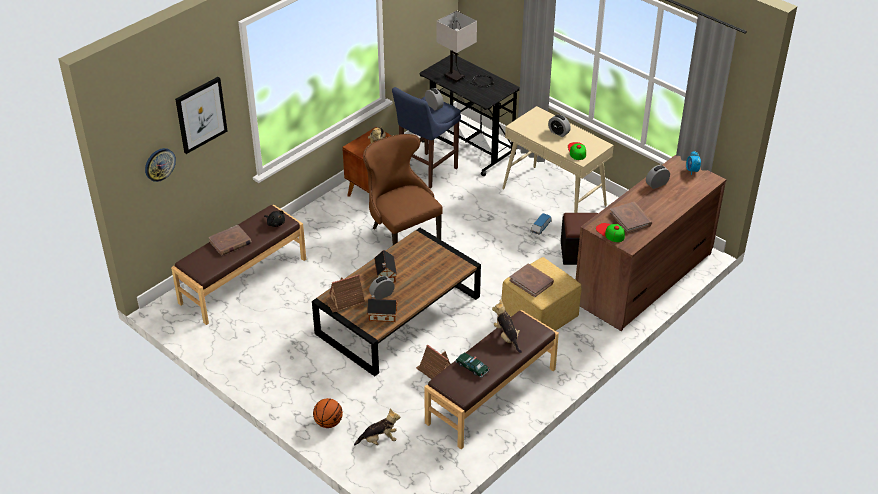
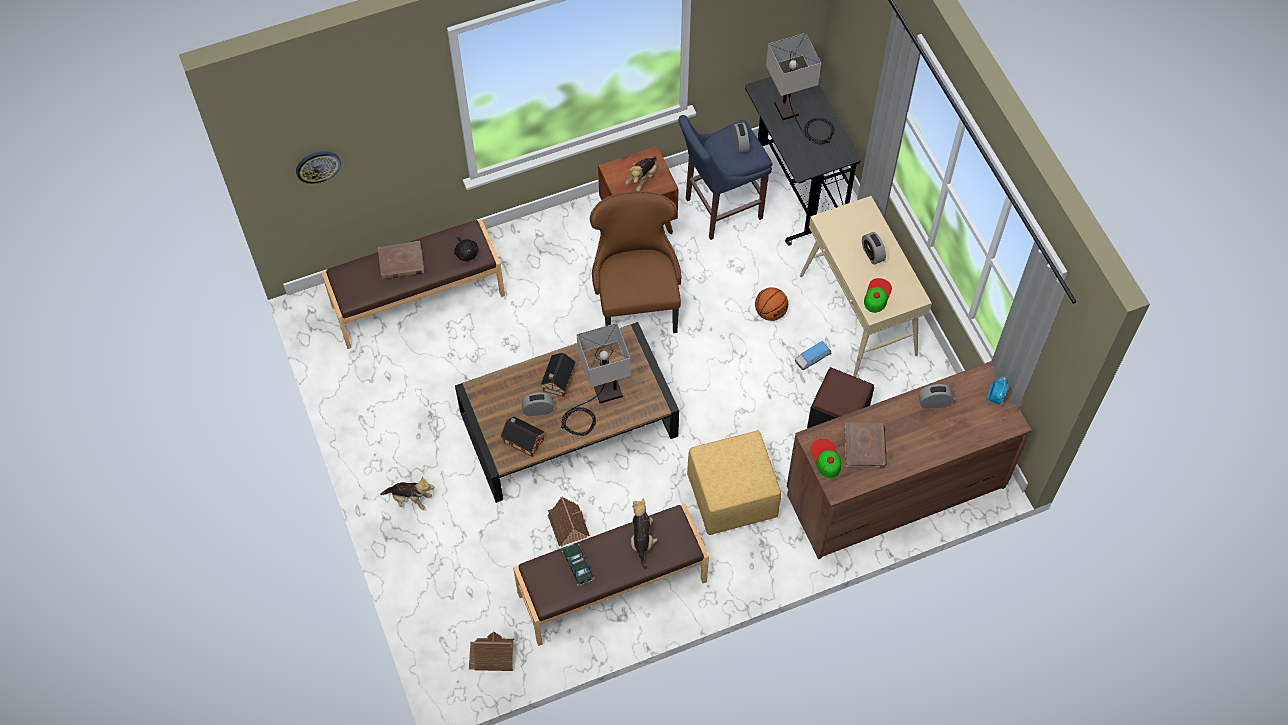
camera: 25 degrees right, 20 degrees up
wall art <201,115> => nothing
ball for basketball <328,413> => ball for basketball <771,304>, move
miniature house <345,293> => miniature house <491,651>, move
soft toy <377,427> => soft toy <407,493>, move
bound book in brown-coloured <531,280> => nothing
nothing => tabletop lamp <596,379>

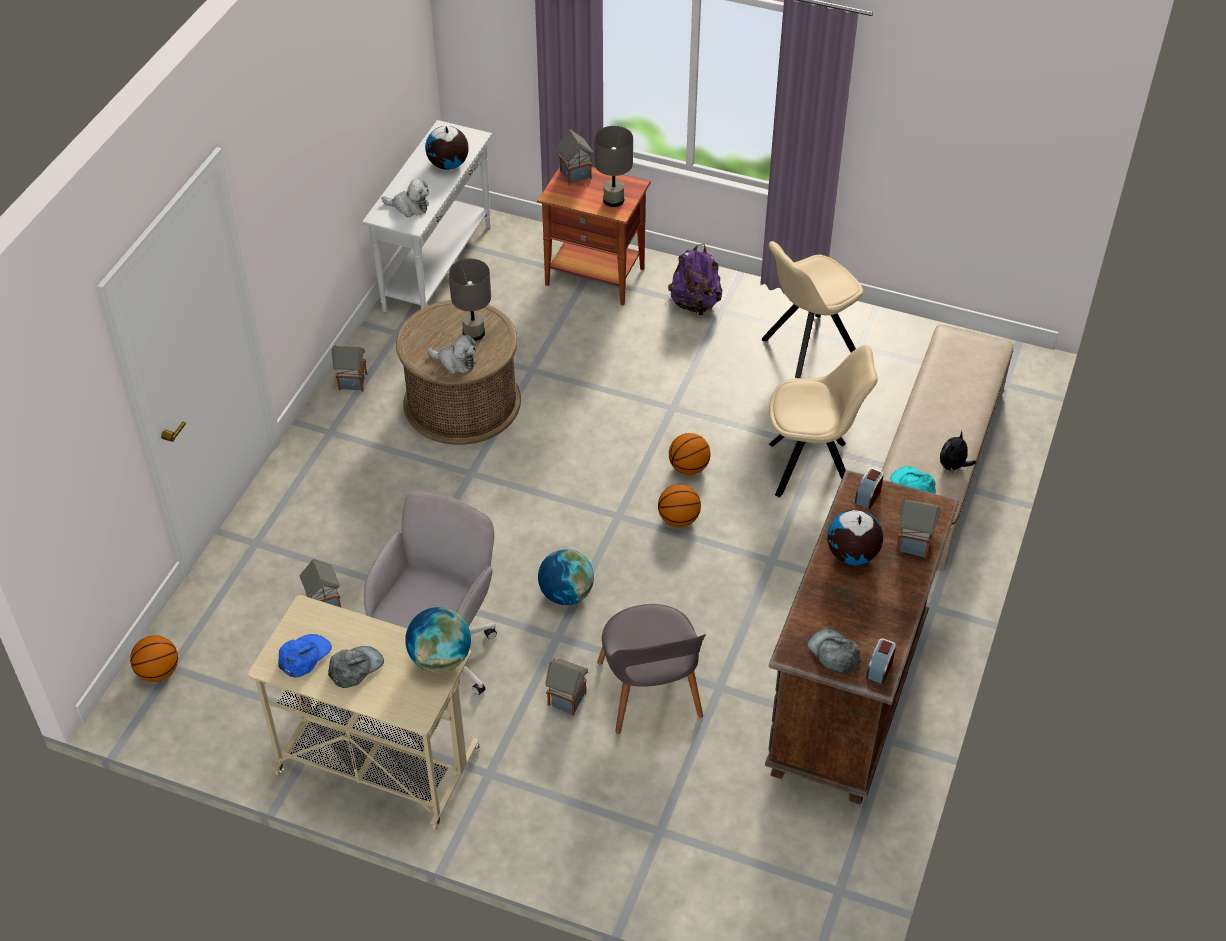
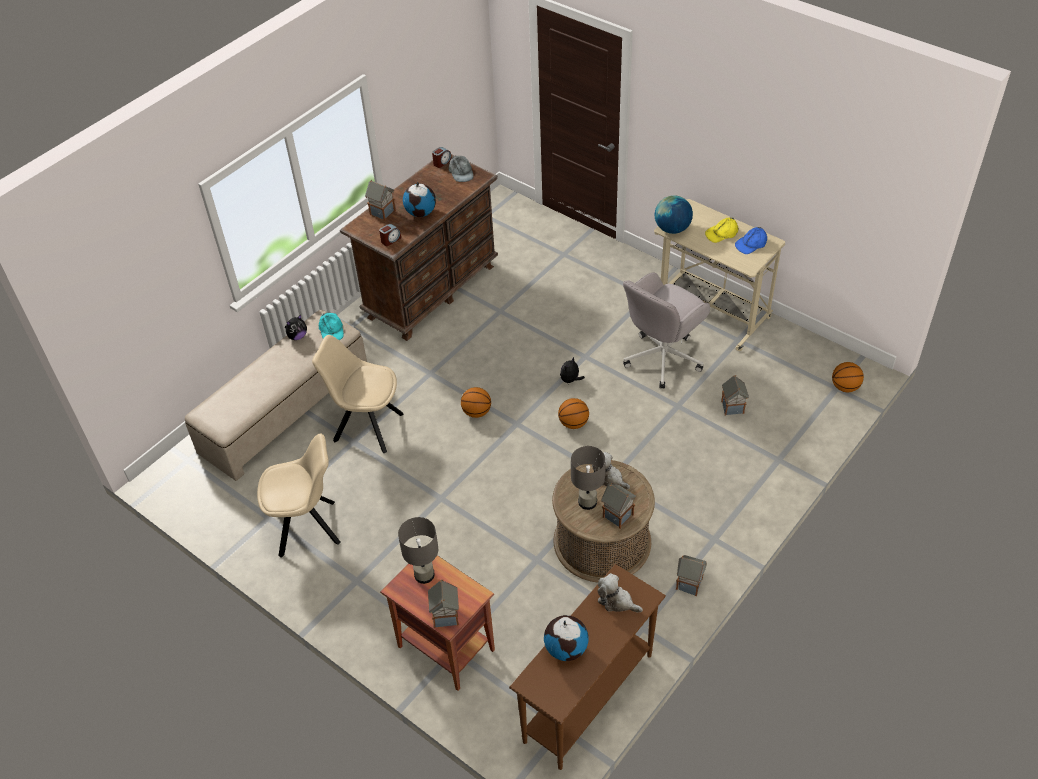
camera: 160 degrees left, 0 degrees up
baseball cap in grey <356,667> => baseball cap in yellow-coloured <722,230>
narrow table in white-coloured <427,216> => narrow table in brown-coloured <587,667>
globe <566,577> => soft toy <572,370>
miniature house <566,687> => miniature house <618,506>, move
plain chair in grey <651,669> => nothing
rucksack in purple-coloured <695,279> => nothing
ball for basketball <690,454> => ball for basketball <573,413>, move

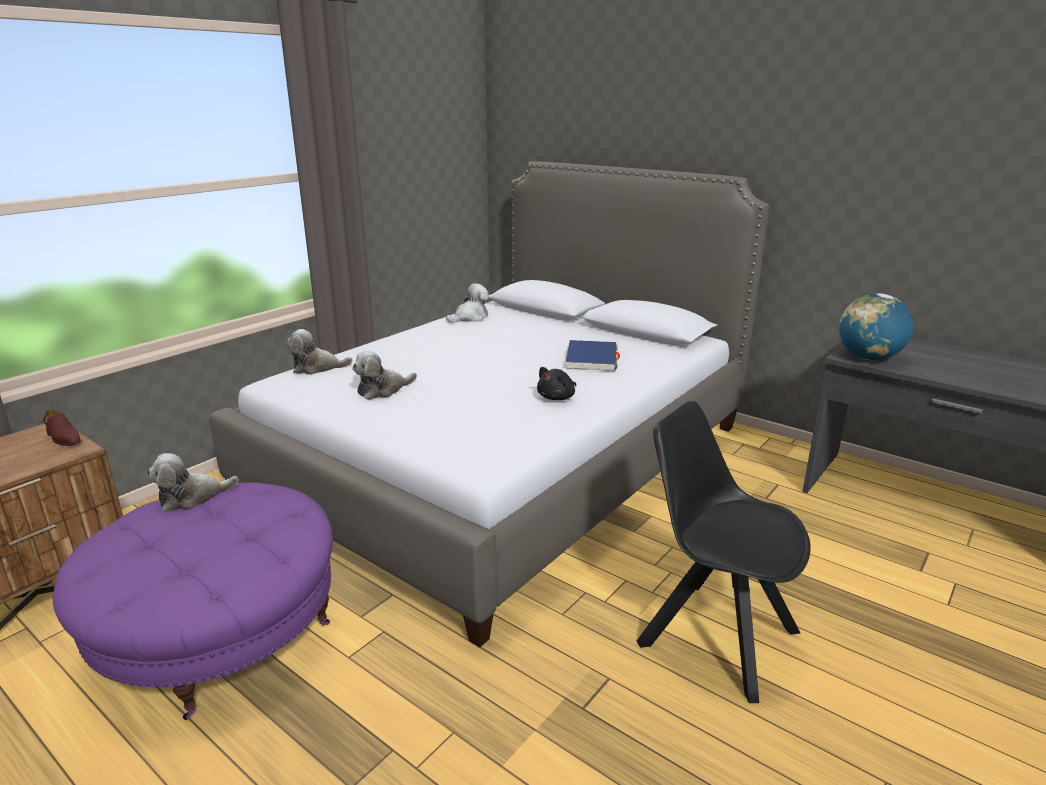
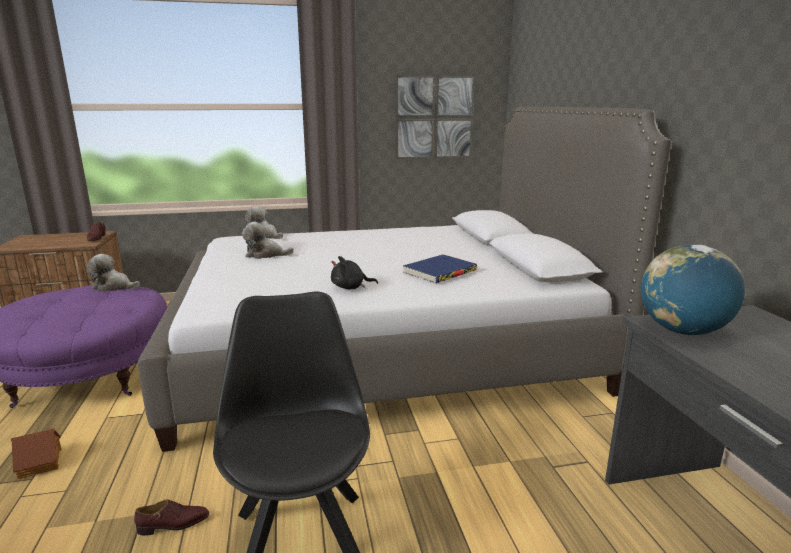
camera: 40 degrees right, 5 degrees down
soft toy <467,303> => nothing
nothing => miniature house <36,454>
nothing => low shoe in brown-coloured <171,517>
nothing => wall art <435,117>

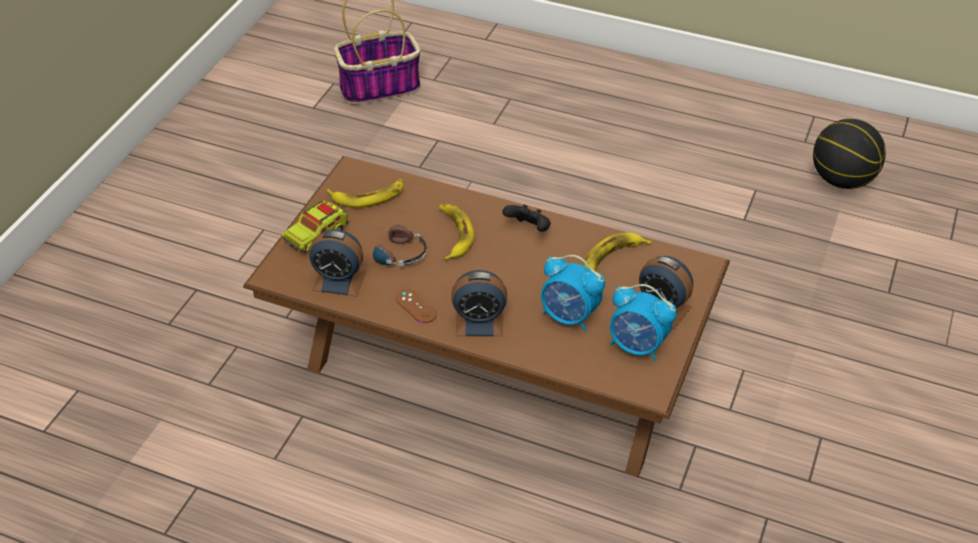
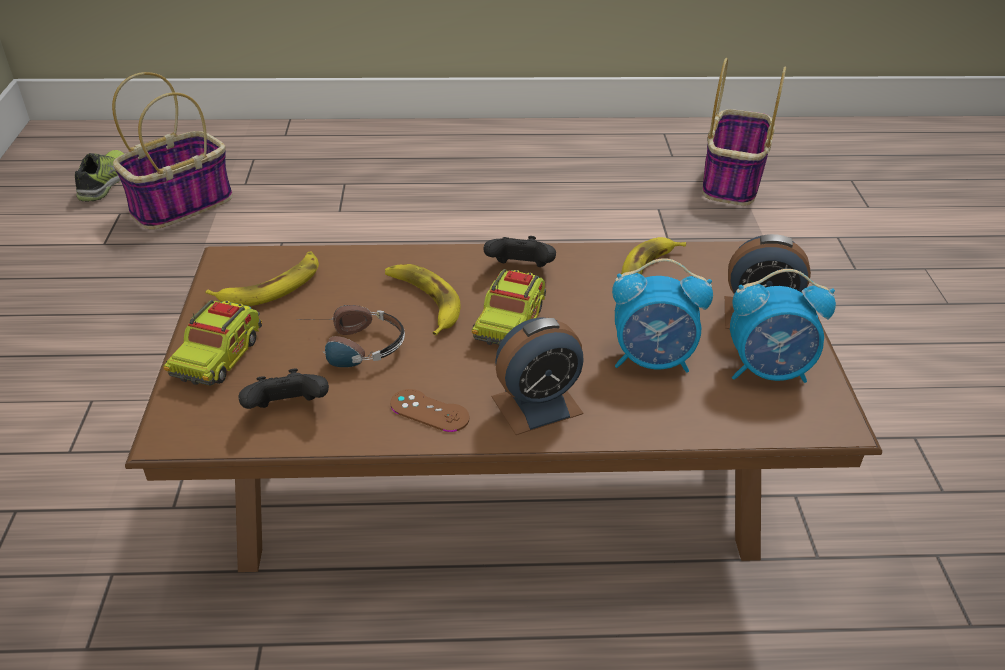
camera: 25 degrees left, 5 degrees down
bedside clock <337,263> => gamepad in black-coloured <284,389>
ball for basketball <849,154> => basket <744,132>
nothing => low shoe <99,176>
nothing => model truck <509,307>

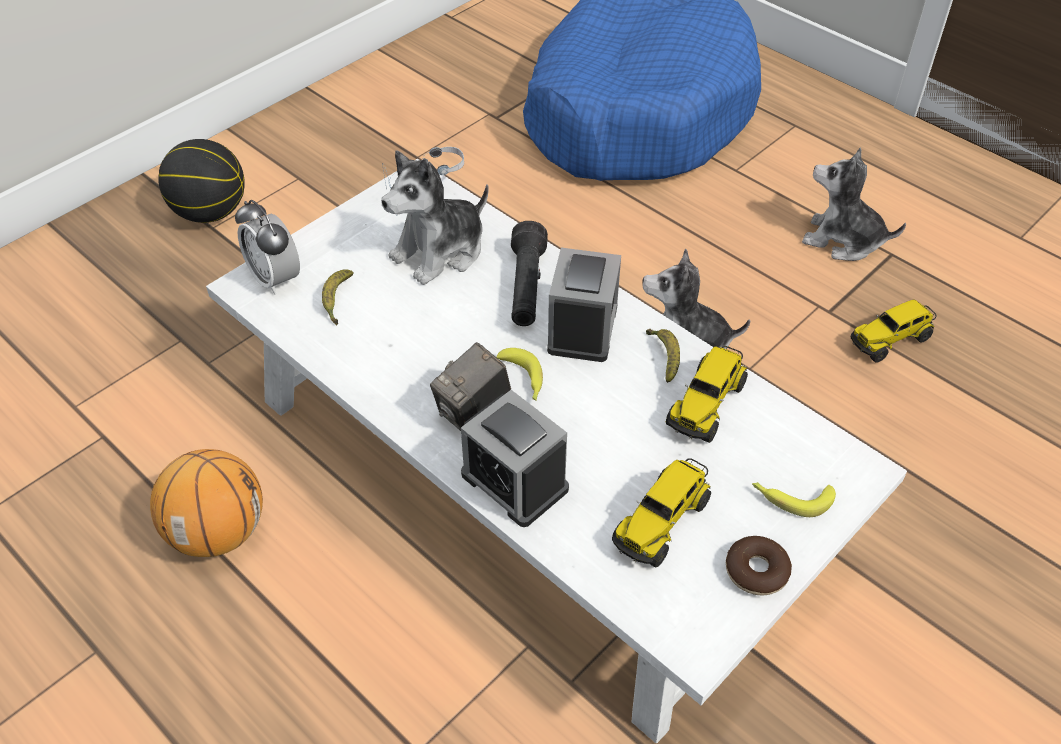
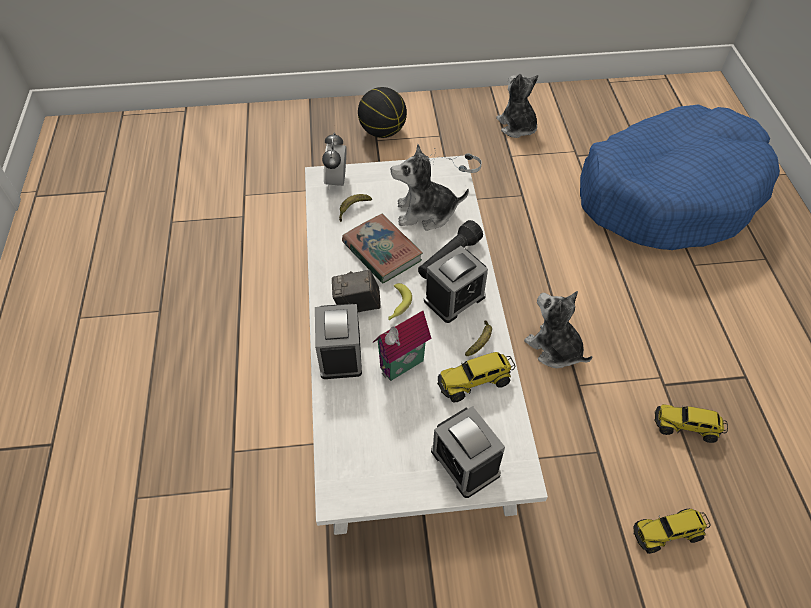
camera: 40 degrees right, 5 degrees up
ball for basketball <206,503> => nothing
model truck <661,512> => model truck <671,531>, move
donut <759,565> => nothing
banana fruit <794,499> => bedside clock <468,452>
soft toy <854,204> => soft toy <517,106>, move
nothing => bound book <382,248>
nothing => miniature house <402,346>

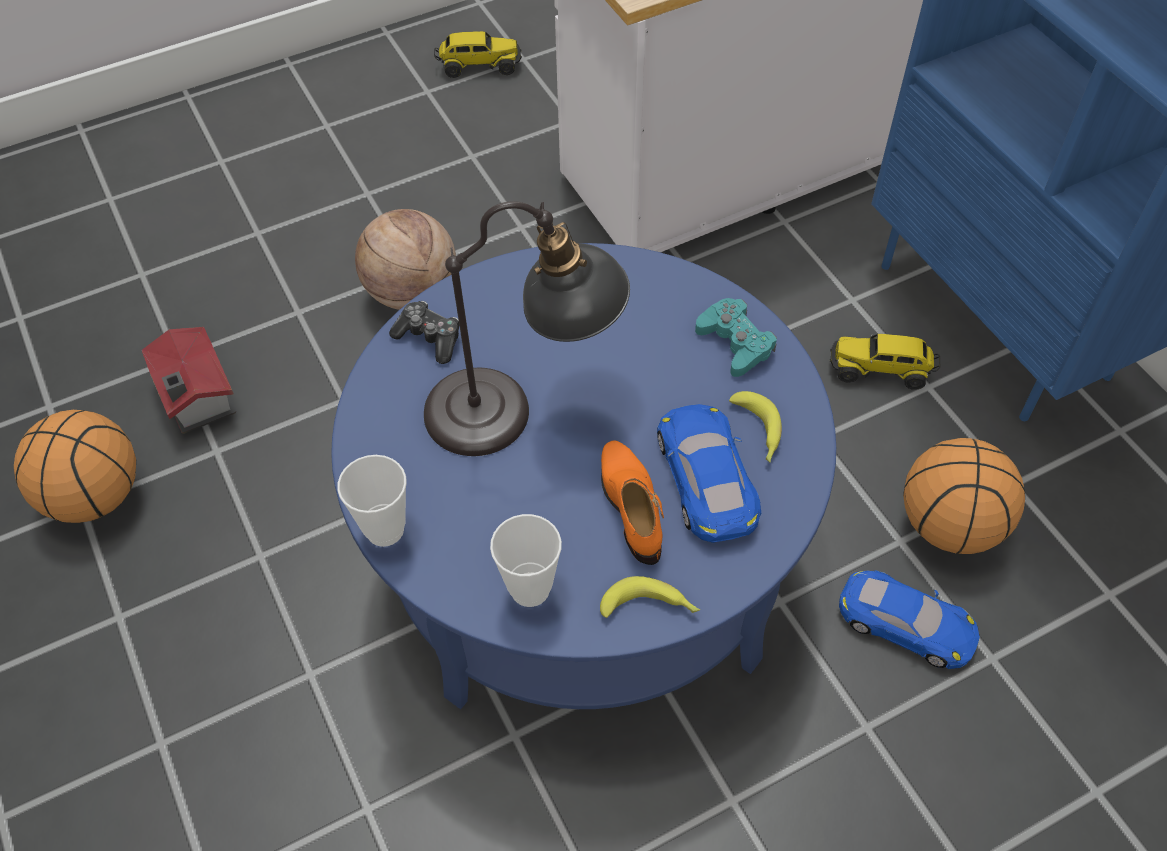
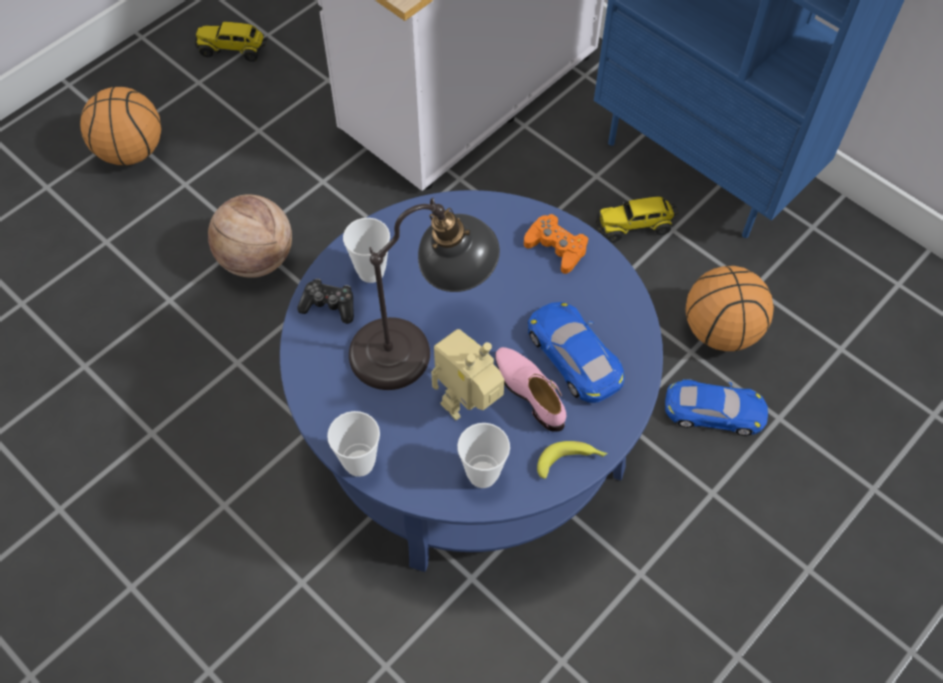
camera: 20 degrees left, 5 degrees up
ball for basketball <75,466> => ball for basketball <120,126>, move
miniature house <189,380> => nothing
model truck <478,54> => model truck <231,42>, 150 degrees counterclockwise
low shoe in orangey <632,502> => low shoe in pink-coloured <530,389>
gamepad in turquoise-coloured <736,337> => gamepad in orangey <556,244>
banana fruit <755,427> => nothing
nothing => small cup <366,250>
nothing => model robot <468,374>

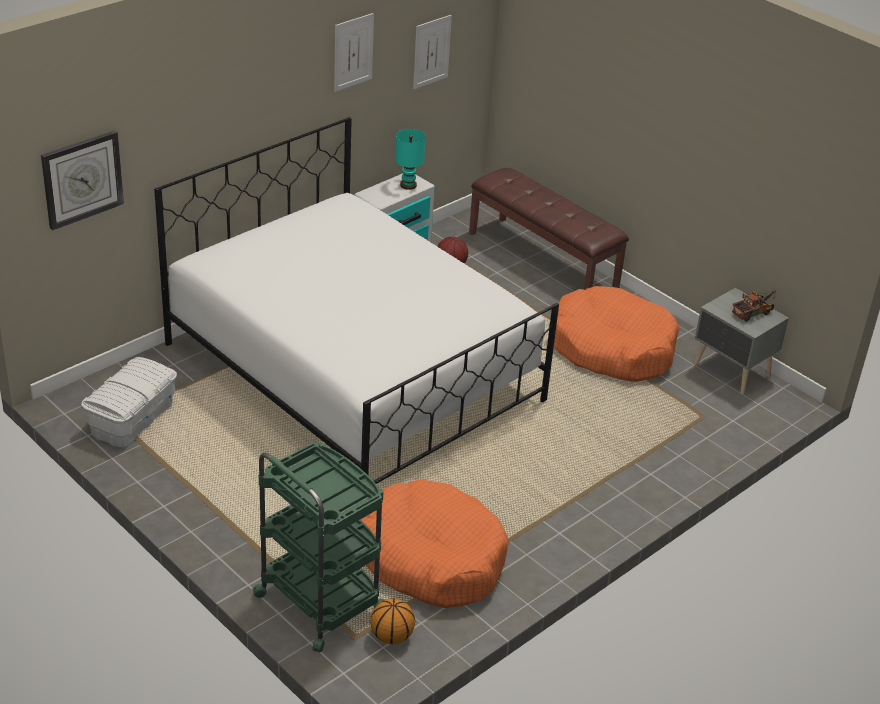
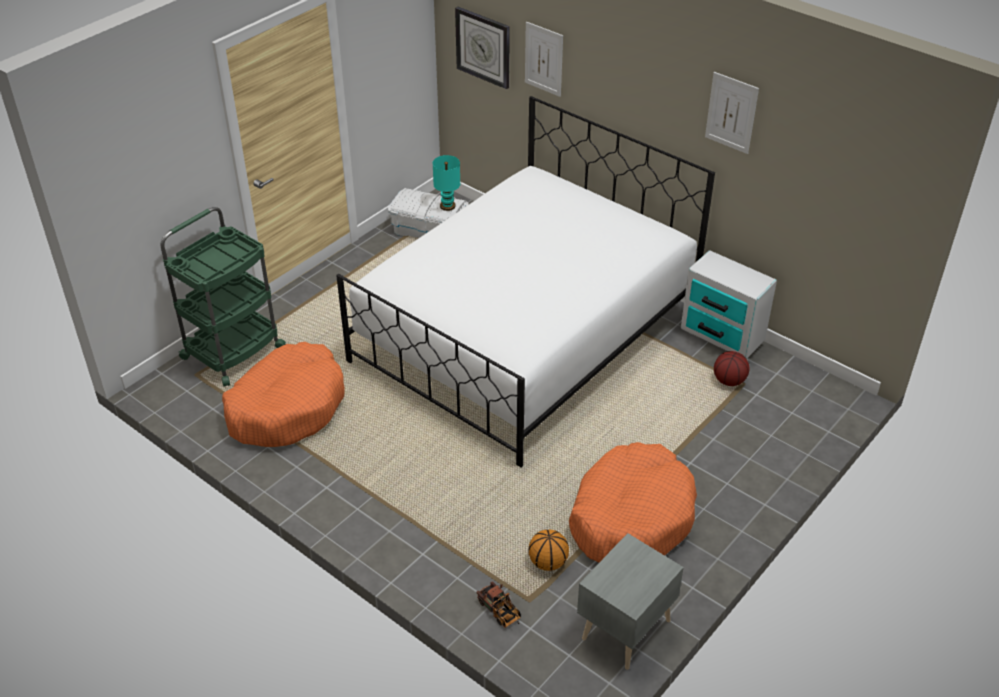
camera: 85 degrees right, 5 degrees up
ball for basketball <392,621> => ball for basketball <548,550>, move
tabletop lamp in turquoise-coloured <410,159> => tabletop lamp in turquoise-coloured <446,183>, move
wall art <432,52> => wall art <544,59>, move
long seat in brown-coloured <549,229> => nothing
model truck <754,306> => model truck <498,604>, move

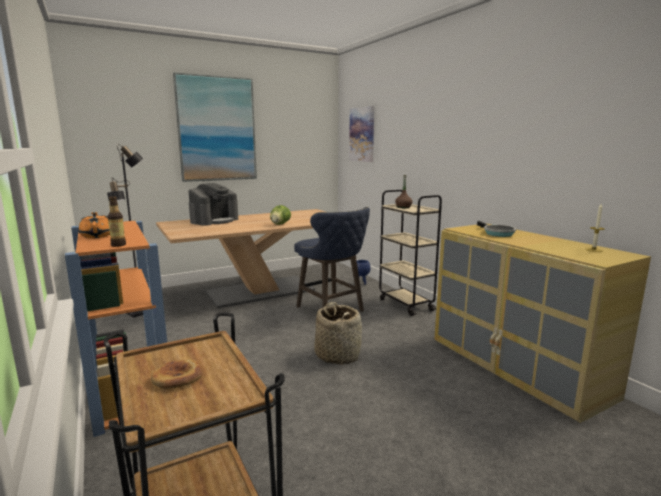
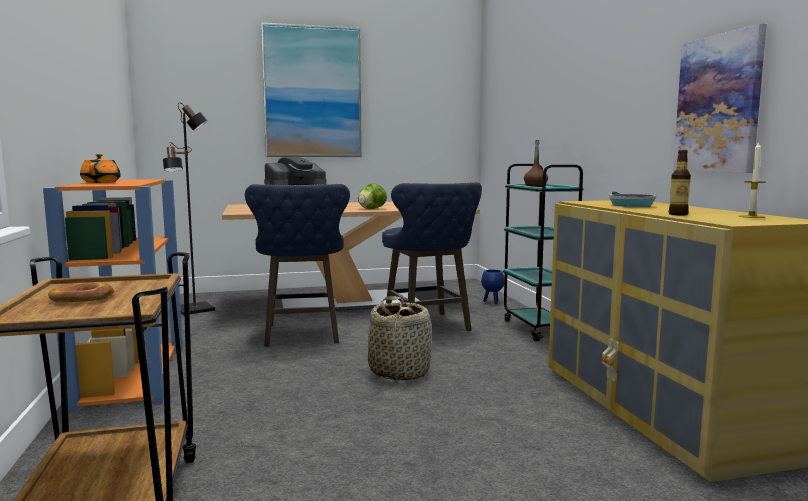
camera: 15 degrees right, 5 degrees down
bottle <116,221> => bottle <680,183>, move
wall art <361,134> => wall art <720,98>, move
wheeled cart in beige <410,253> => wheeled cart in turquoise-coloured <543,252>
nothing => stool seat in blue-coloured <297,265>

